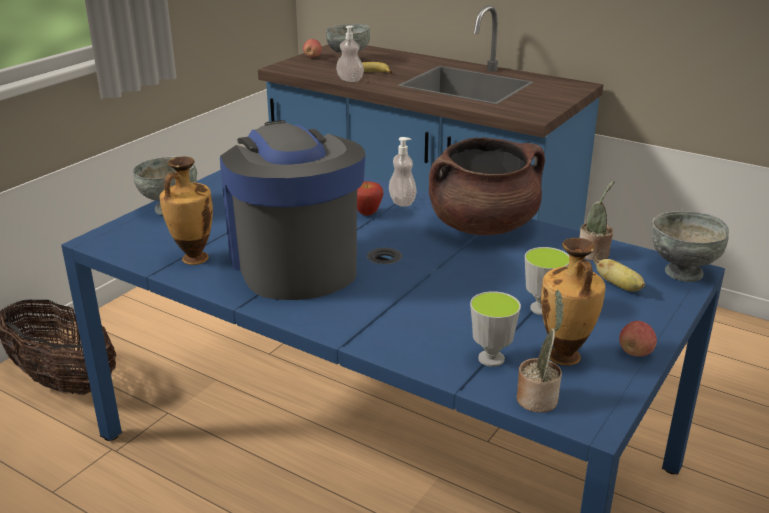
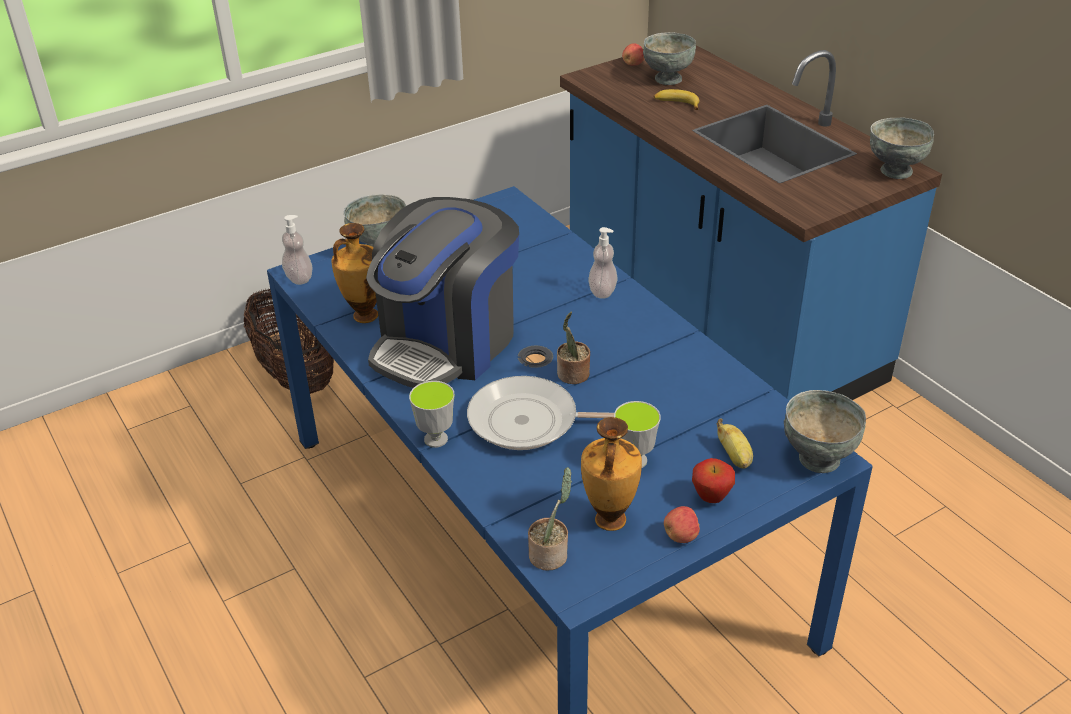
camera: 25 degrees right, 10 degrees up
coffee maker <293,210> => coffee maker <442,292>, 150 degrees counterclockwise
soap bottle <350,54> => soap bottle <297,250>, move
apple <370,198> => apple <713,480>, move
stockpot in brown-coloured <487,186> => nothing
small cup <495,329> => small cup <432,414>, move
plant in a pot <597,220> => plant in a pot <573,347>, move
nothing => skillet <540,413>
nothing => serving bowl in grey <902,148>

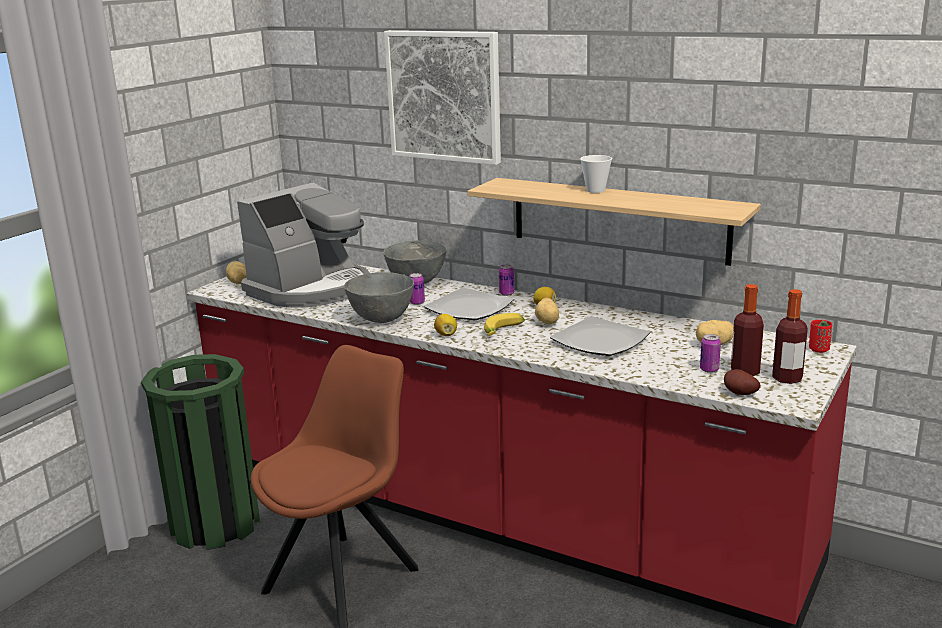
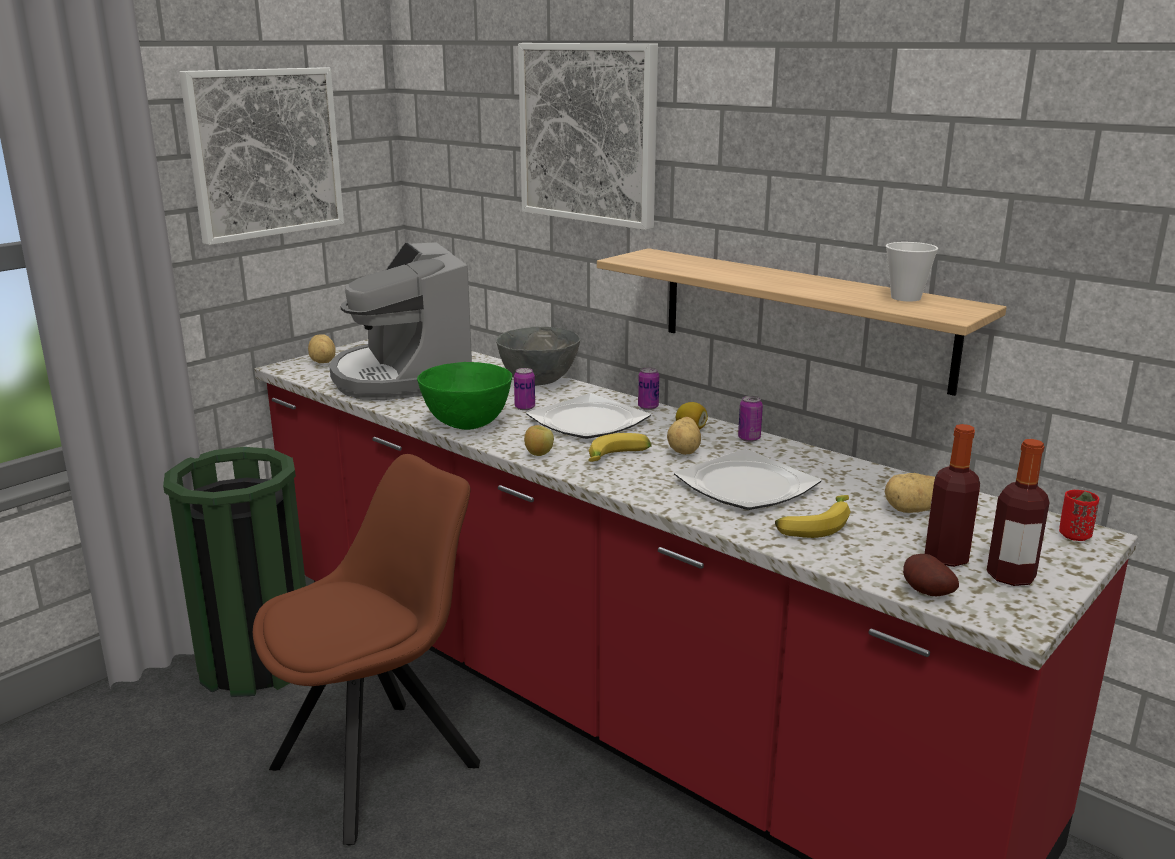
camera: 10 degrees right, 0 degrees up
coffee maker <303,245> => coffee maker <401,321>, 105 degrees clockwise
serving bowl in grey <379,297> => serving bowl in greenish <464,396>
whole lemon <445,325> => apple <539,440>
small cup <596,174> => small cup <912,272>, move
can <710,353> => can <750,419>, move
nothing => wall art <261,156>
nothing => banana fruit <813,516>

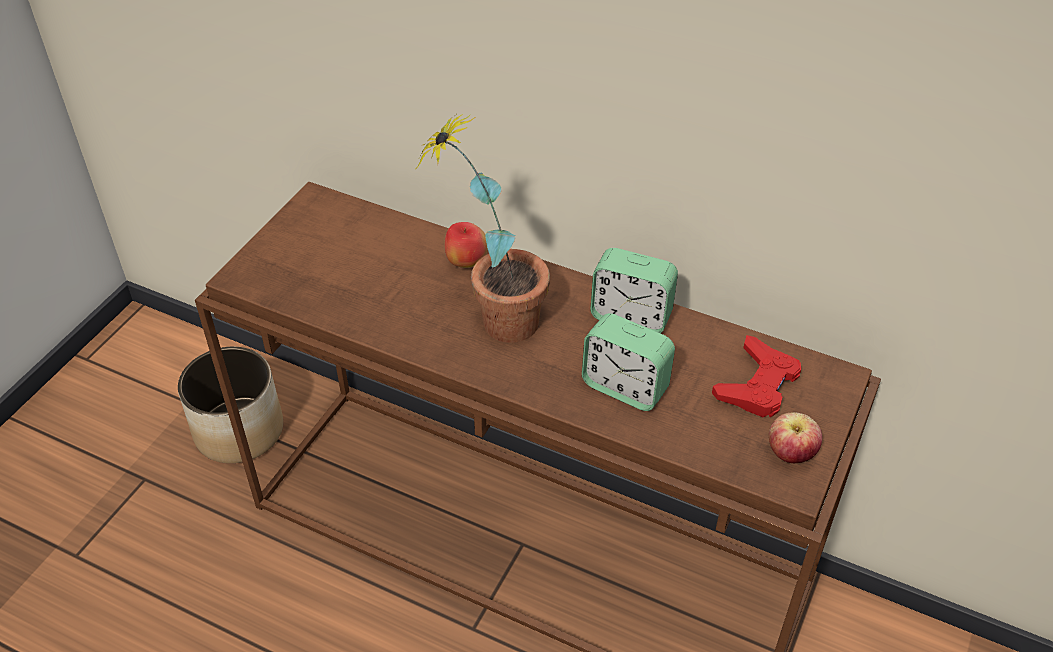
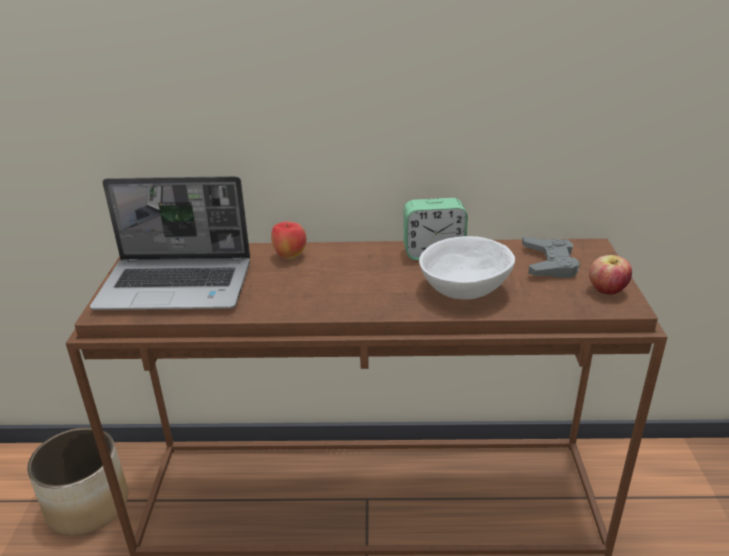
camera: 25 degrees left, 15 degrees down
plant in a pot <483,228> => nothing
bedside clock <628,362> => serving bowl in white-coloured <467,267>
gamepad in reddish <756,376> => gamepad in grey <551,257>
nothing => laptop <170,243>

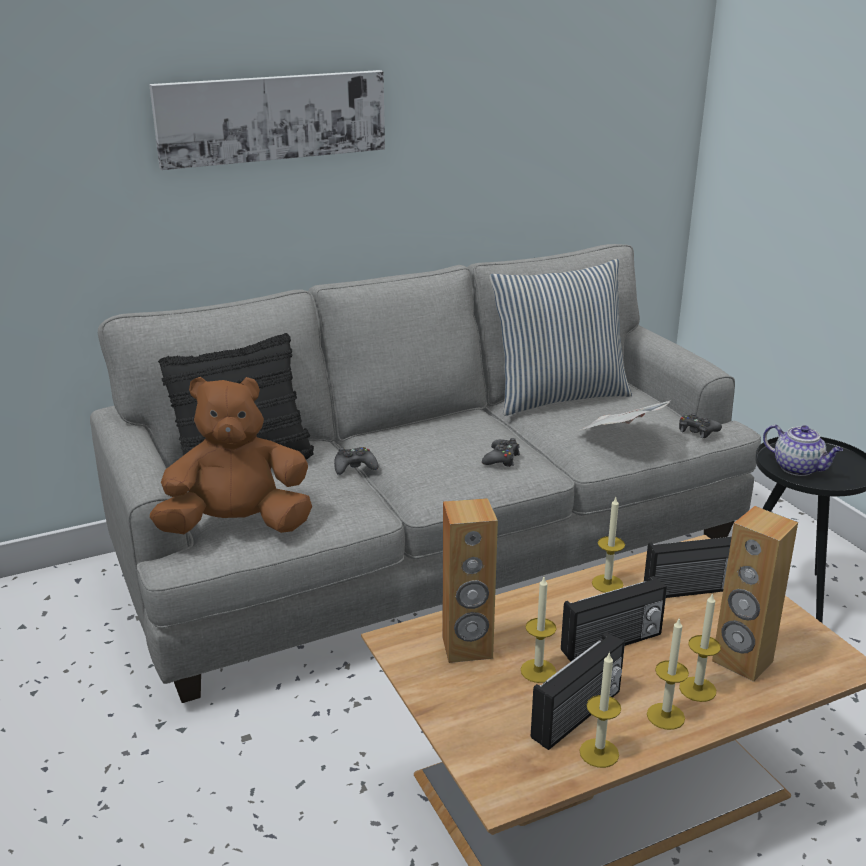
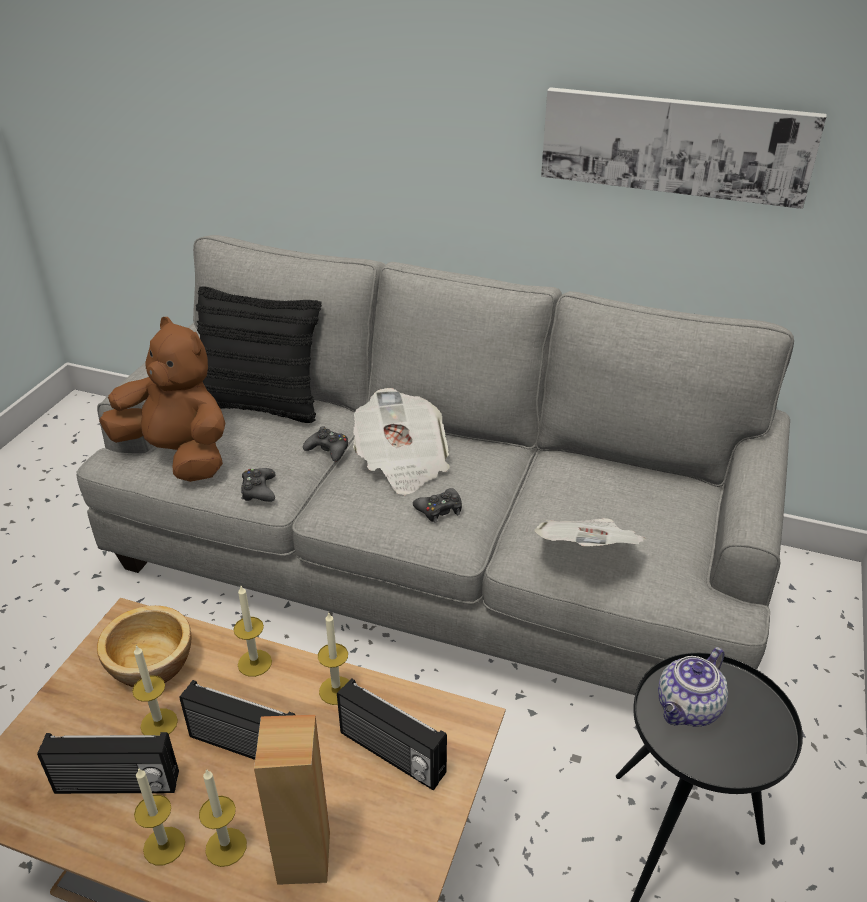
camera: 45 degrees right, 10 degrees up
wall art <267,120> => wall art <683,148>, move
speaker in brown-coloured <470,580> => serving bowl <144,646>
pillow <560,337> => nothing
candle <600,709> => candle <252,631>, move
gamepad in black-coloured <700,425> => gamepad in black-coloured <258,485>, move
teapot <803,450> => teapot <693,687>, 45 degrees clockwise
nothing => daily paper <401,441>

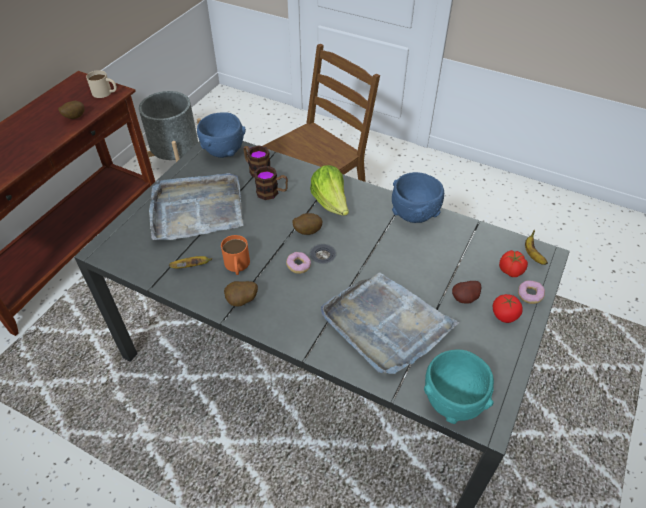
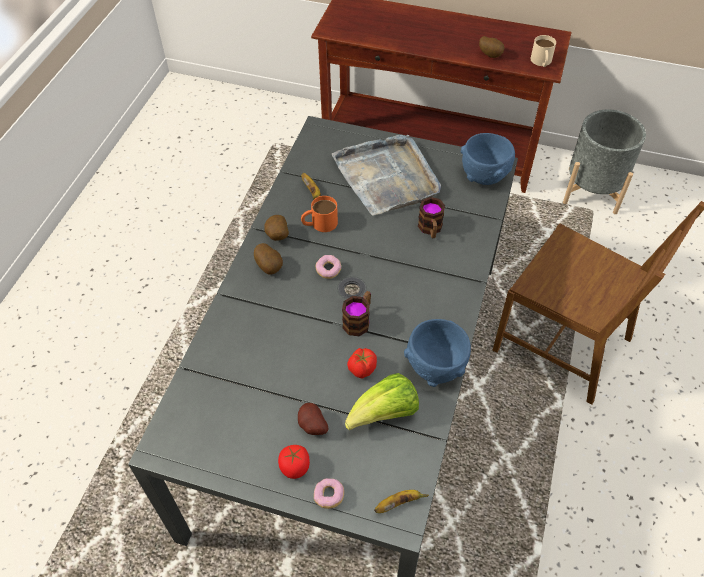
camera: 80 degrees right, 5 degrees up
tea mug <256,161> => tea mug <356,313>, move
potato <307,224> => potato <268,259>, move
lettuce head <329,190> => lettuce head <382,401>, move
tray in grey <390,323> => nothing
serving bowl in turquoise-coloured <459,387> => nothing
tomato <513,263> => tomato <362,363>, move

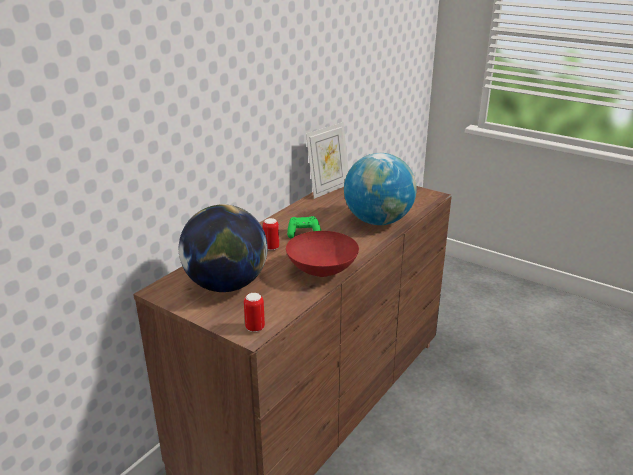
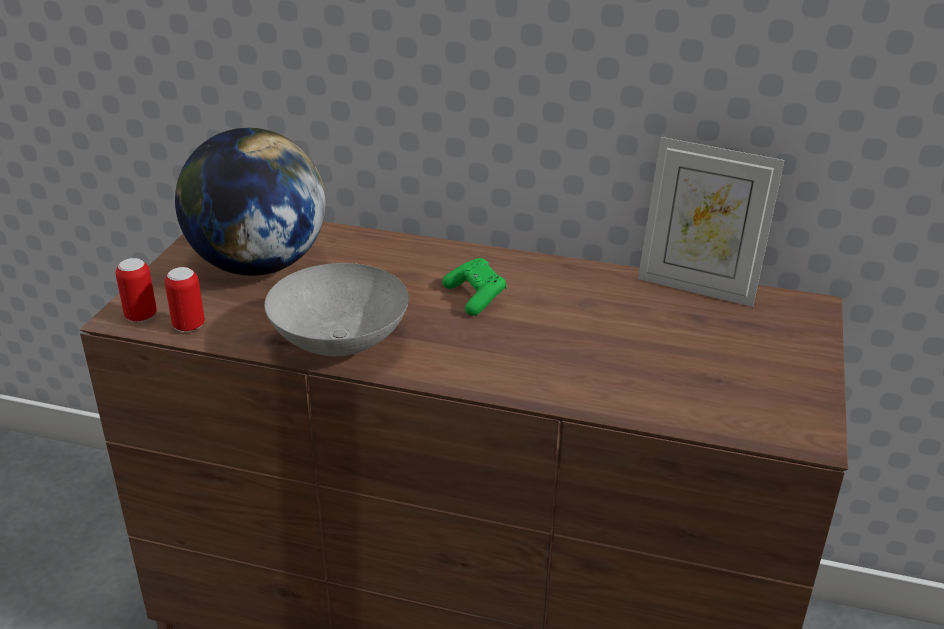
camera: 70 degrees right, 5 degrees up
can <271,234> => can <185,299>, move
serving bowl in reddish <322,254> => serving bowl in grey <336,309>
globe <380,189> => nothing

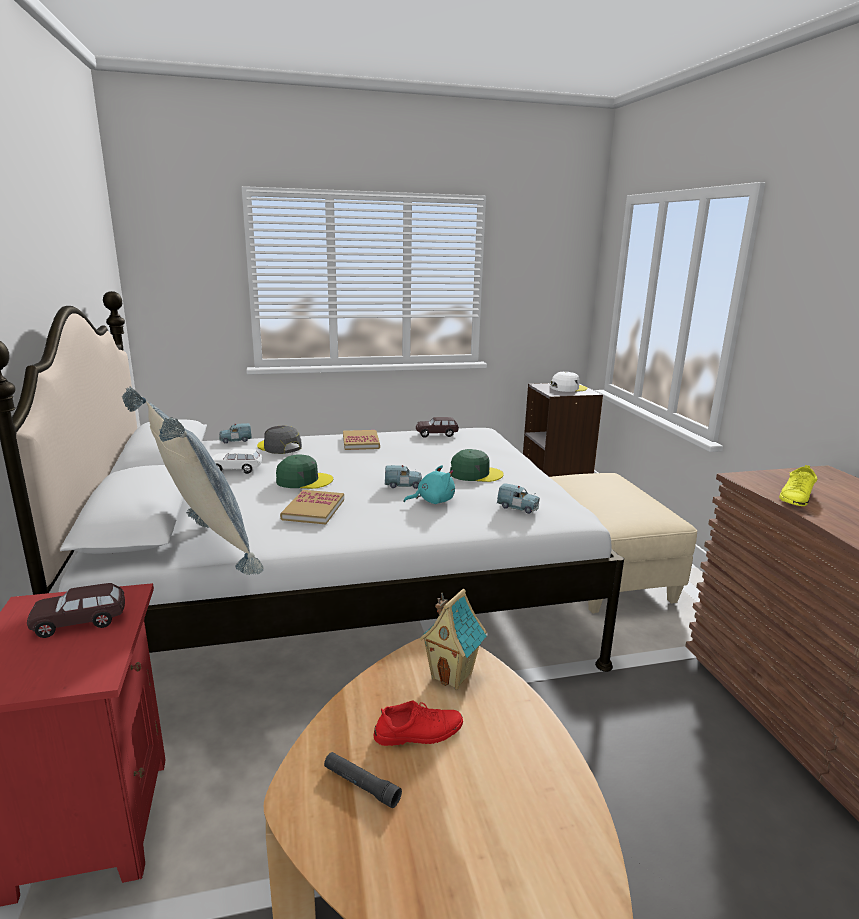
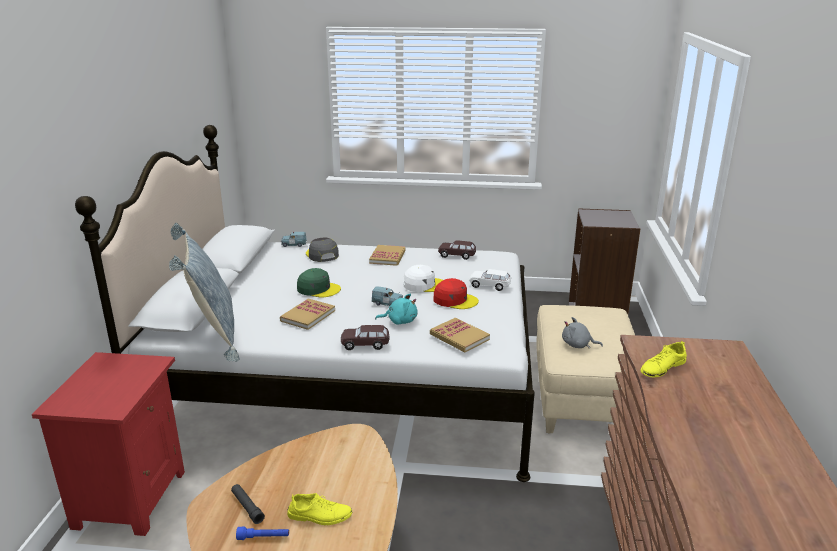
camera: 20 degrees right, 5 degrees up
toy car in brown-coloured <76,610> => toy car in brown-coloured <365,337>, move
toy car in white-coloured <237,461> => toy car in white-coloured <490,280>, move
low shoe in reddish <418,723> => nothing
miniature house <453,639> => nothing
baseball cap in greenish <477,465> => baseball cap in reddish <456,293>
toy car in blue-coloured <518,498> => bound book <460,335>
baseball cap in white-coloured <568,382> => baseball cap in white-coloured <423,278>, move
nothing => hand torch in blue-coloured <262,533>
nothing => low shoe in yellow-coloured <319,509>
nothing => soft toy in grey <582,333>

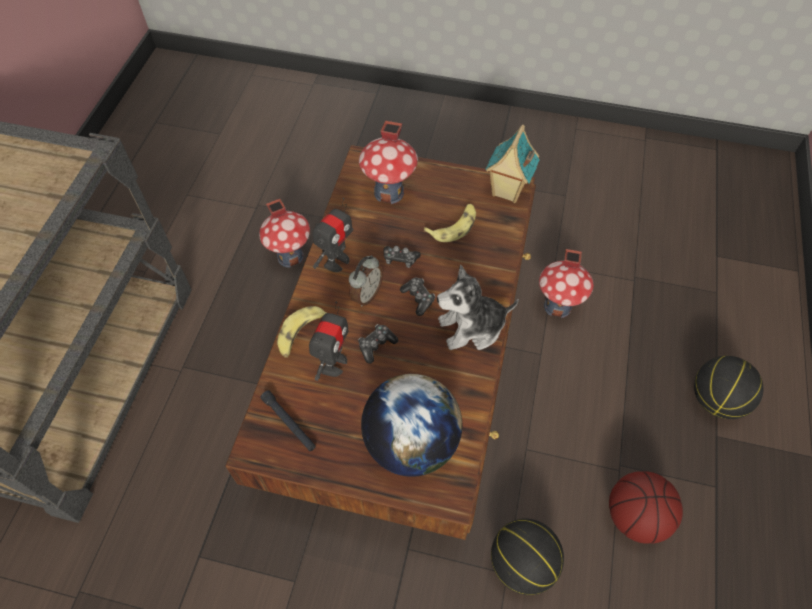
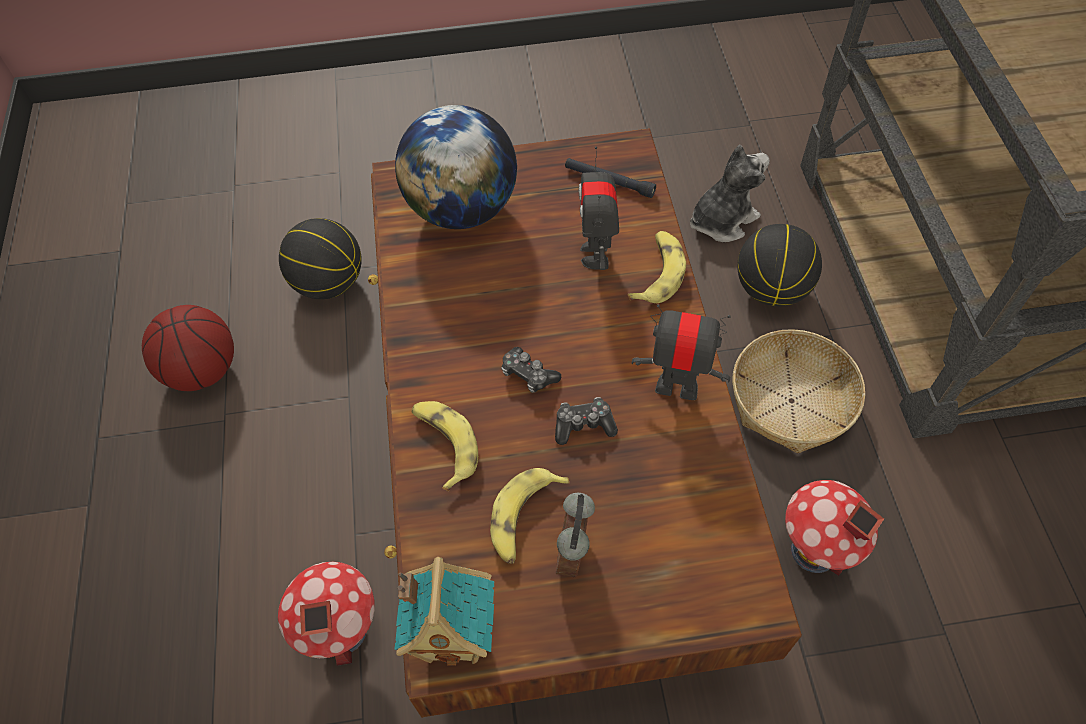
camera: 160 degrees right, 0 degrees up
model robot <333,235> => model robot <681,352>, 90 degrees clockwise
bedside clock <366,280> => bedside clock <575,535>, move
gamepad <378,344> => nothing
miniature house <388,162> => nothing
soft toy <478,307> => soft toy <729,193>, move
ball for basketball <729,387> => ball for basketball <779,265>, move
nothing => banana fruit <444,446>
nothing => basket <798,391>

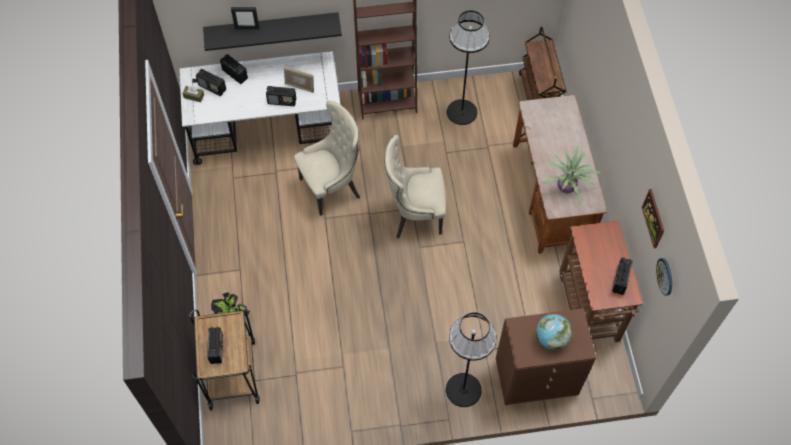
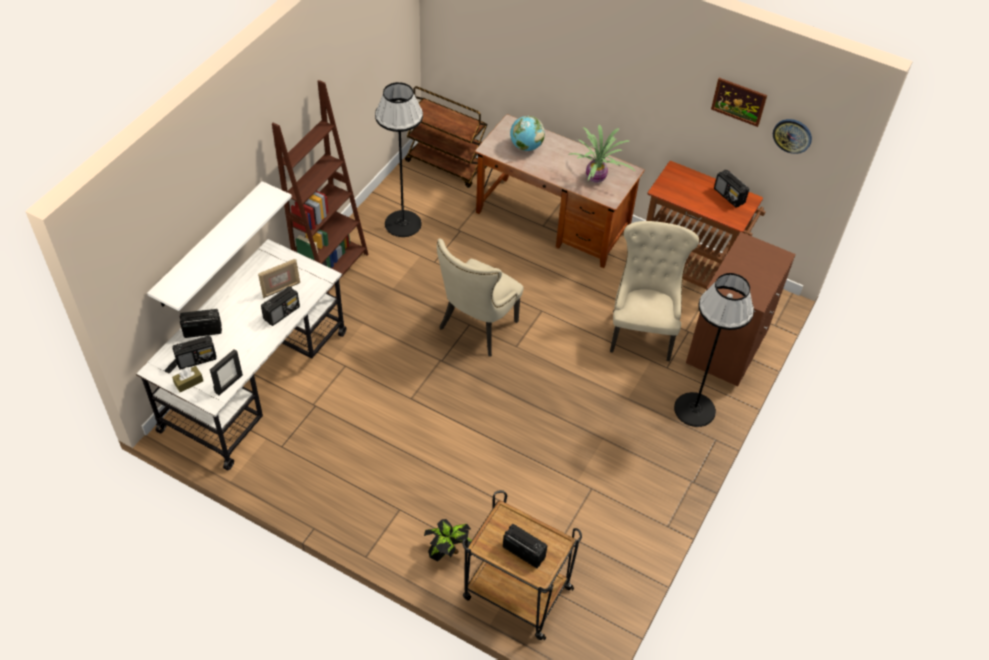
camera: 55 degrees left, 10 degrees down
shelf in black-coloured <272,31> => shelf in white-coloured <219,246>
standing frame <245,18> => standing frame <226,372>, move
plain chair in beige <327,158> => plain chair in beige <654,291>, move
globe <554,332> => globe <527,133>, move

